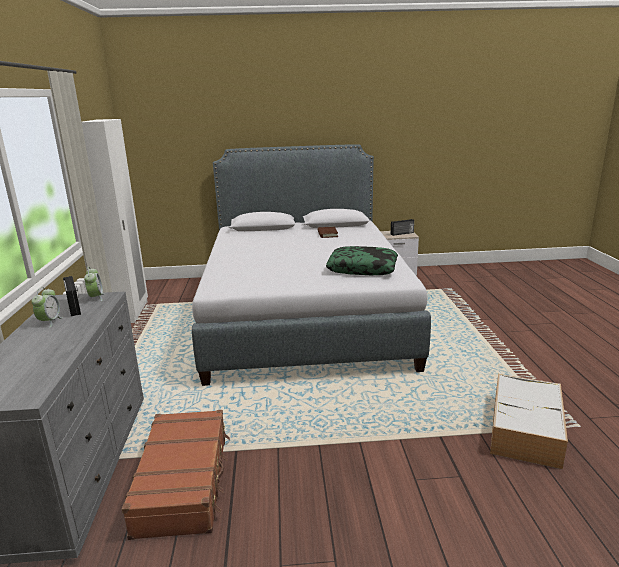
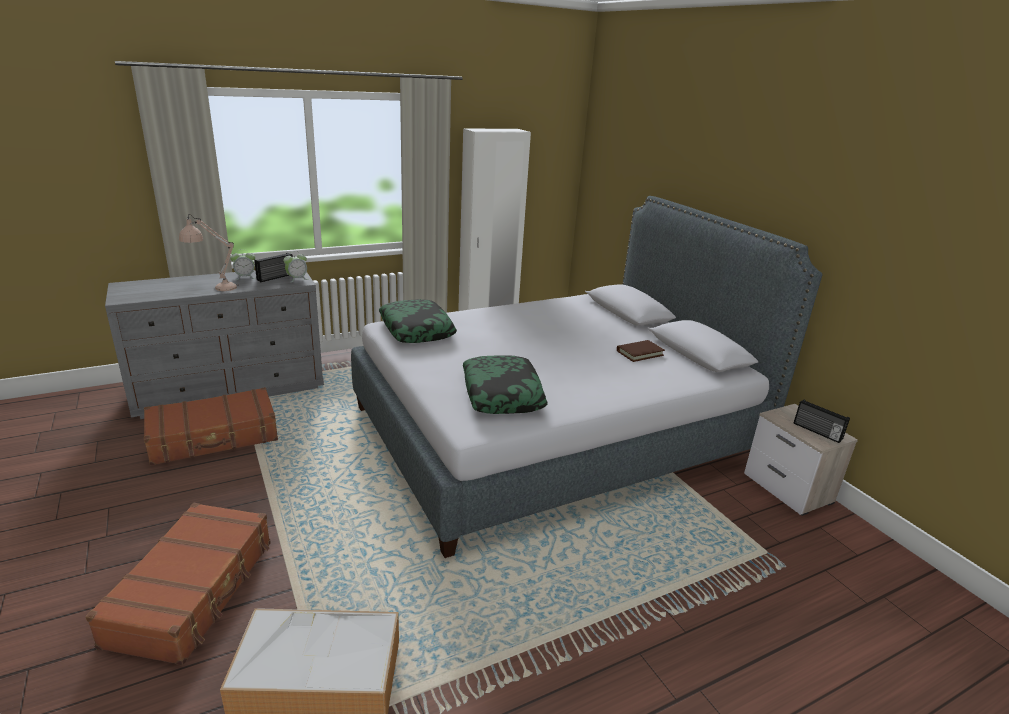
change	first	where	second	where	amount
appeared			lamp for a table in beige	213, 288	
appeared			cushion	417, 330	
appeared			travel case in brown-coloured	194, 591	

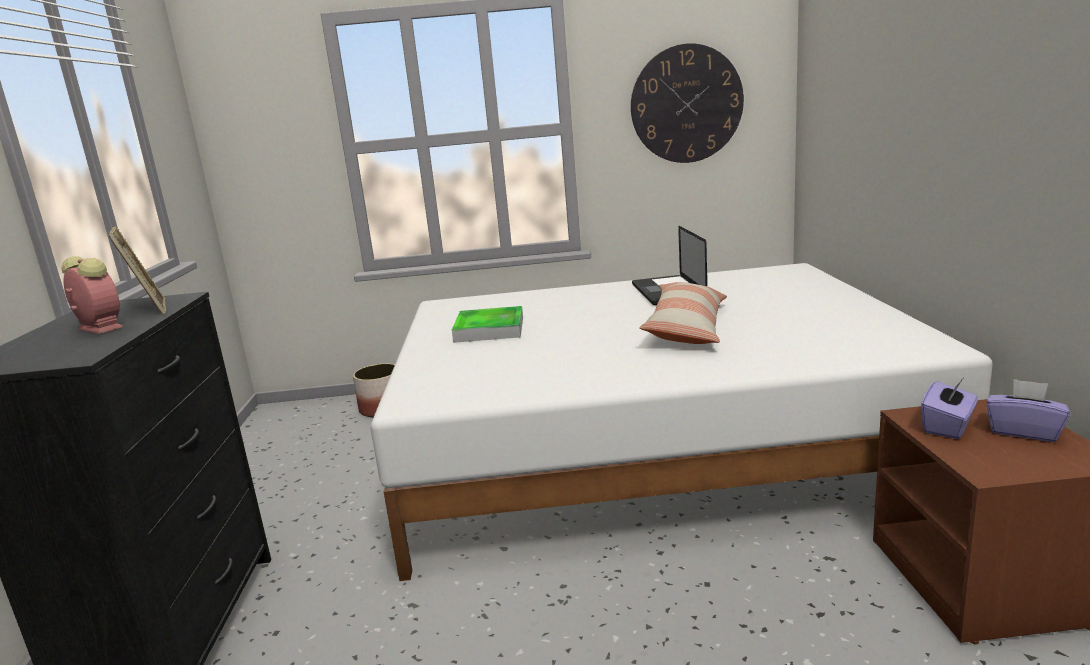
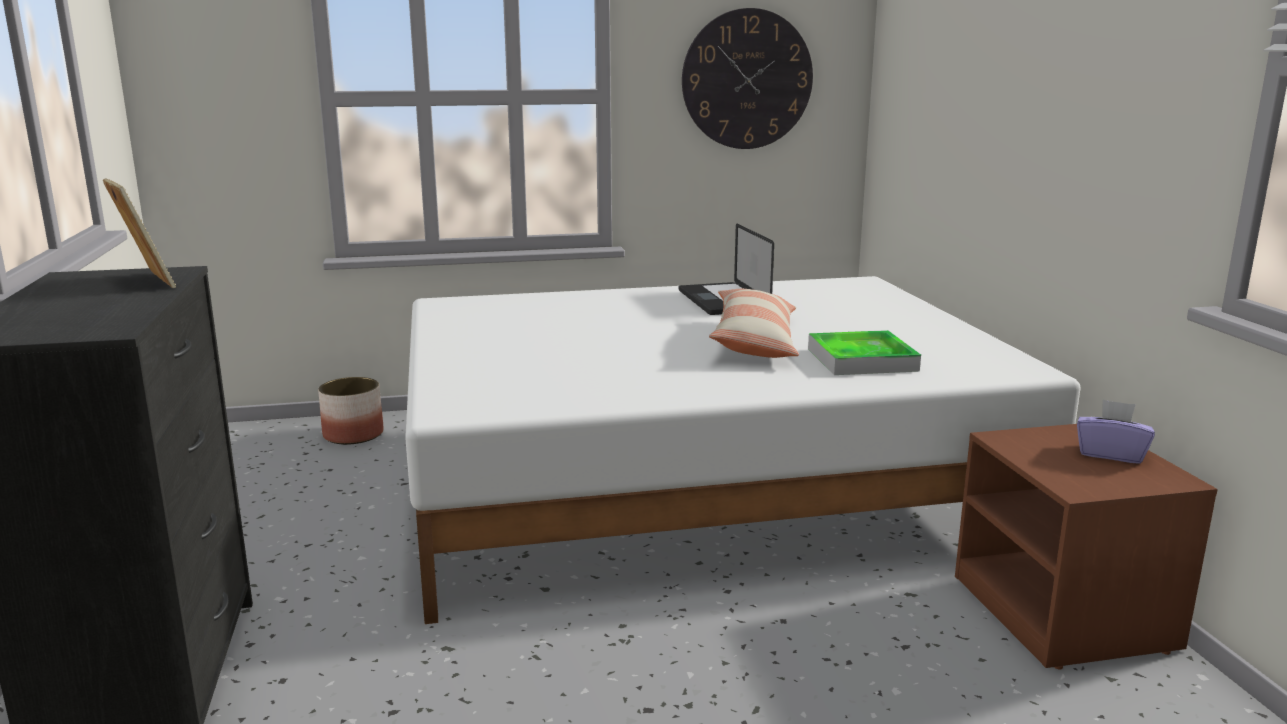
change	first	where	second	where	amount
missing	alarm clock	98, 328			
relocated	serving tray	489, 329		861, 360	
missing	tissue box in purple-coloured	947, 427			

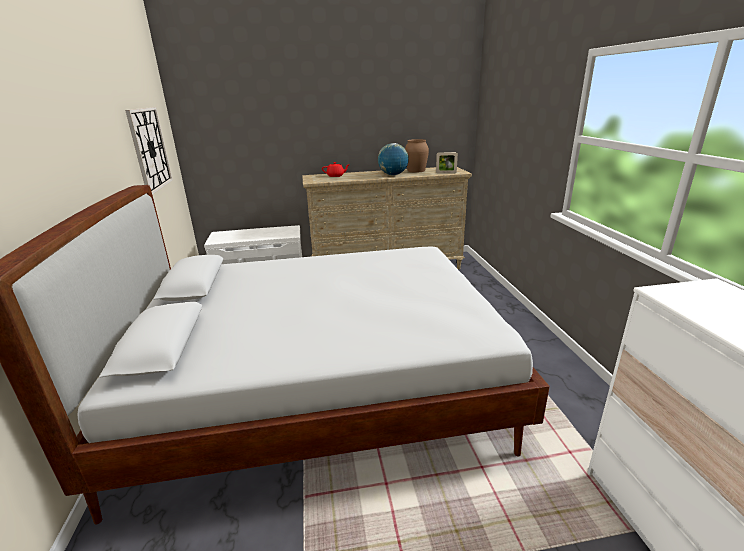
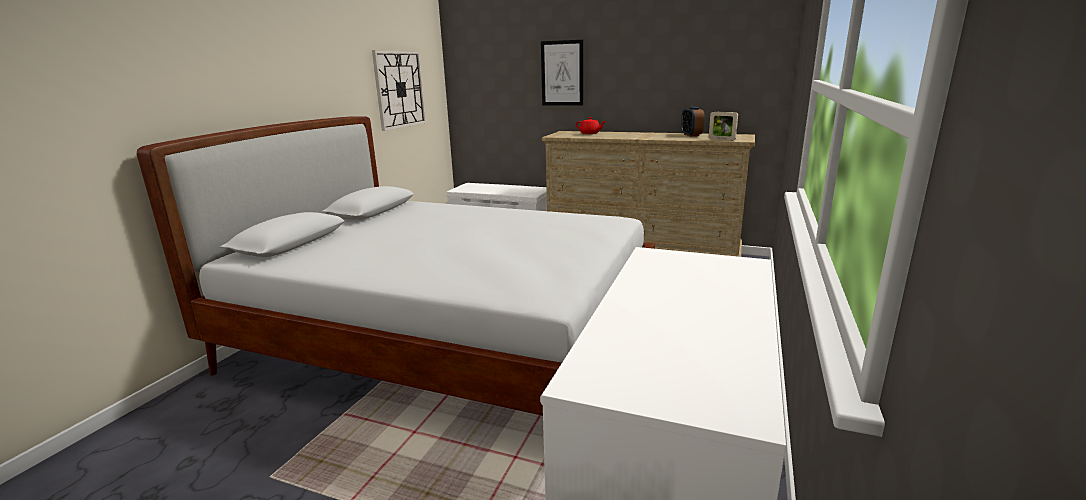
change	first	where	second	where	amount
exchanged	vase in brown-coloured	416, 170	alarm clock	691, 135	
missing	desk globe	393, 175			
appeared			wall art	562, 73	

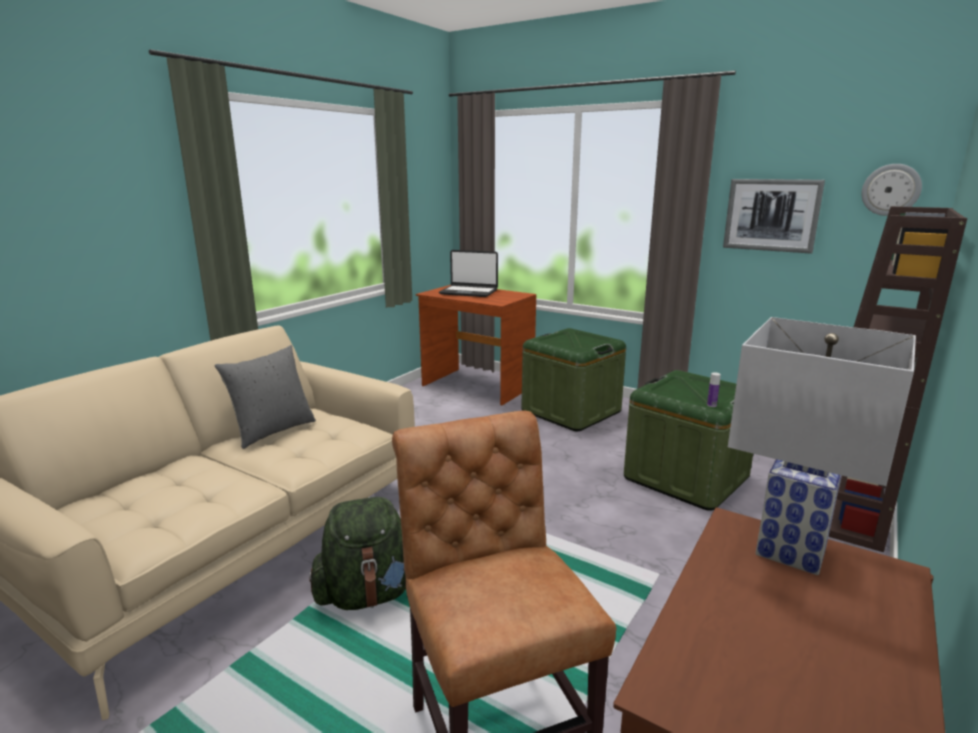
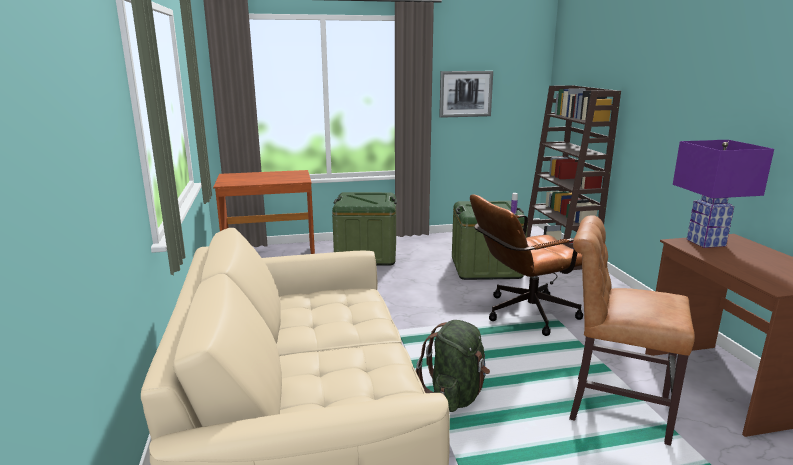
change	first	where	second	where	amount
missing	clock on the wall	891, 190			
missing	notebook computer	469, 292			
colour	lamp for a table in white-coloured	792, 552	lamp for a table in purple-coloured	707, 243	
missing	cushion in grey	272, 431			
appeared			computer chair in brown-coloured	523, 314	

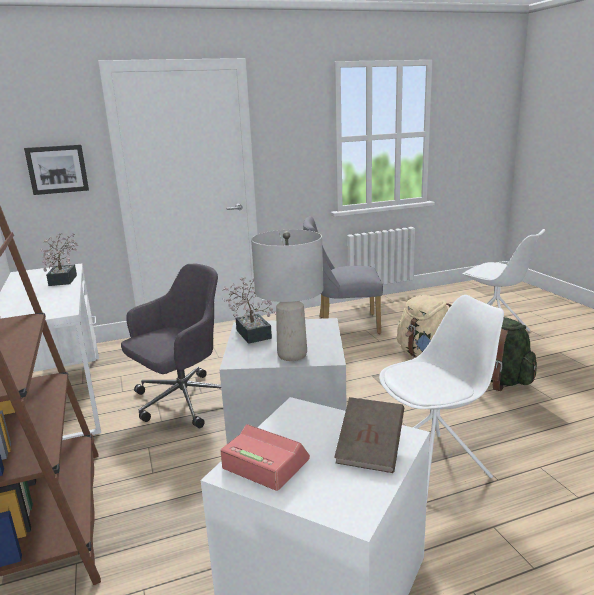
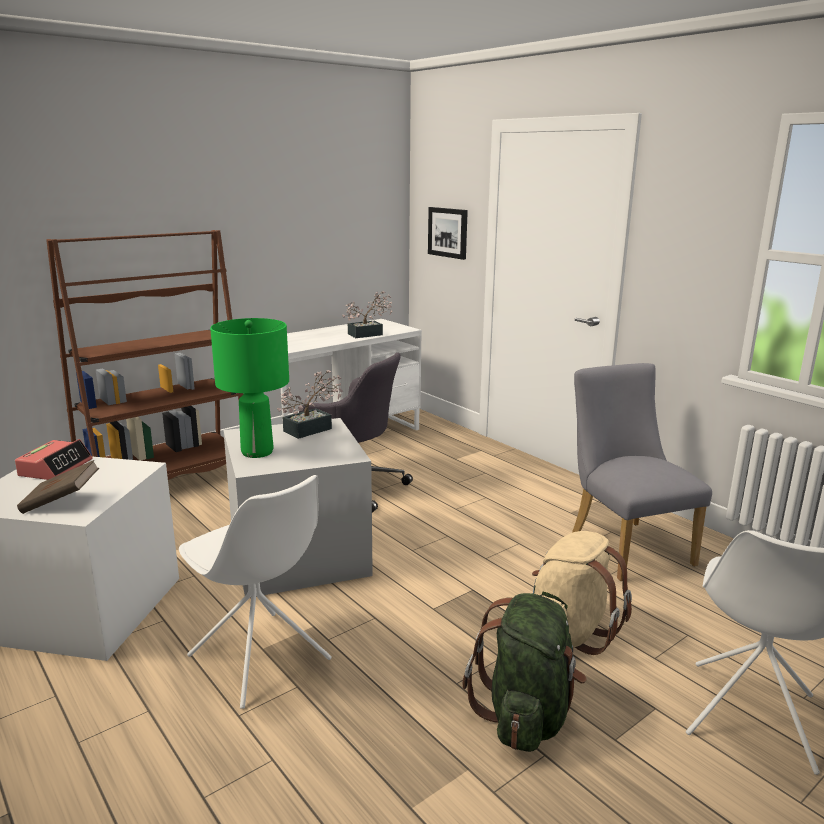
change	first	where	second	where	amount
colour	lamp for a table in grey	291, 355	lamp for a table in greenish	257, 452	

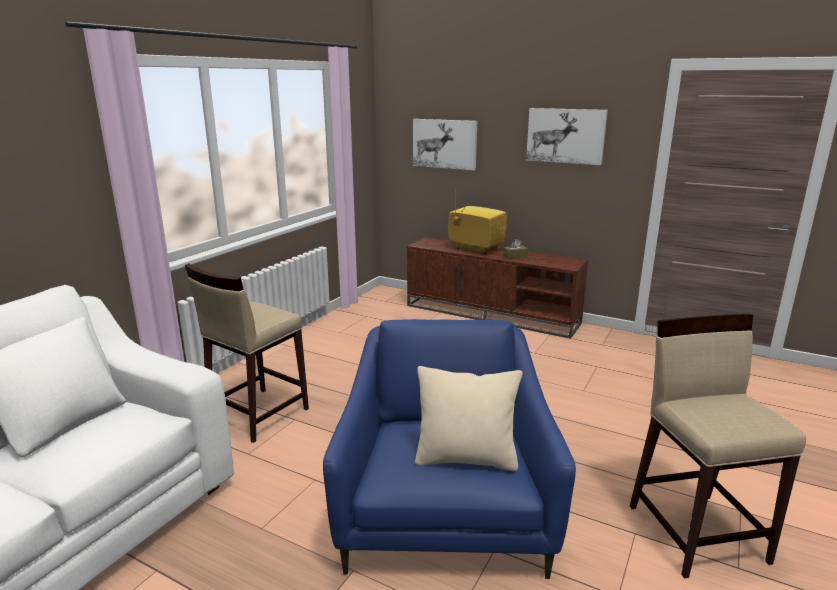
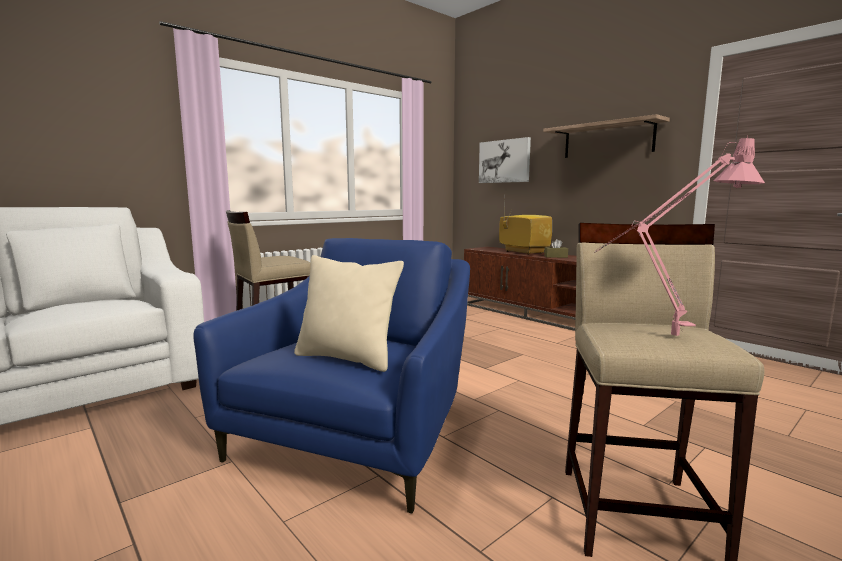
change	first	where	second	where	amount
exchanged	wall art	566, 136	bracket shelf	607, 140	
appeared			lamp for a table in pink-coloured	664, 338	

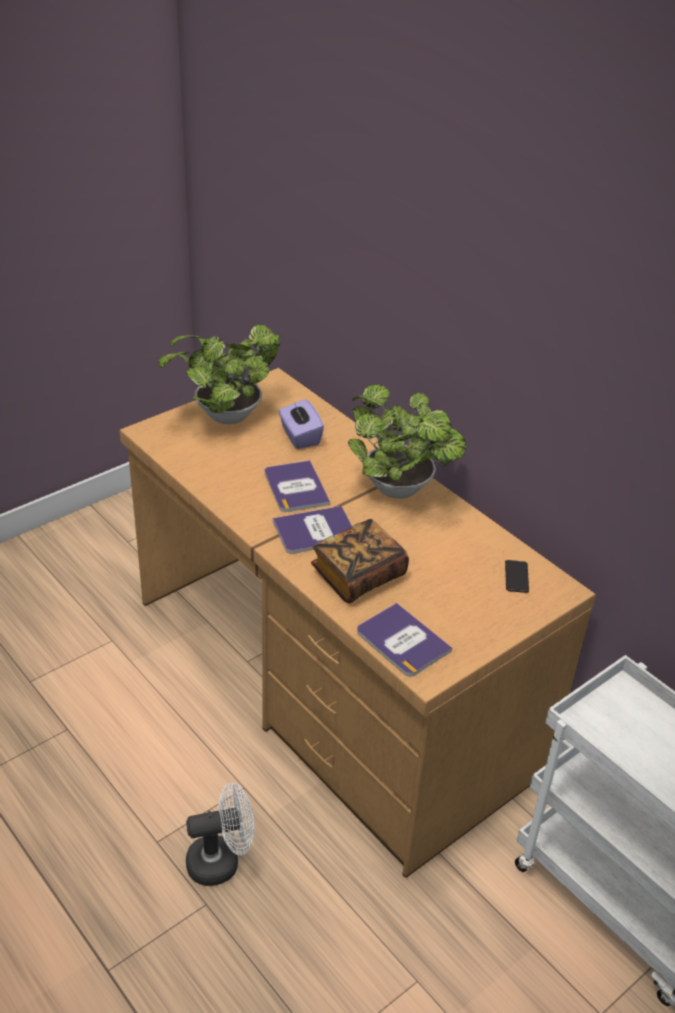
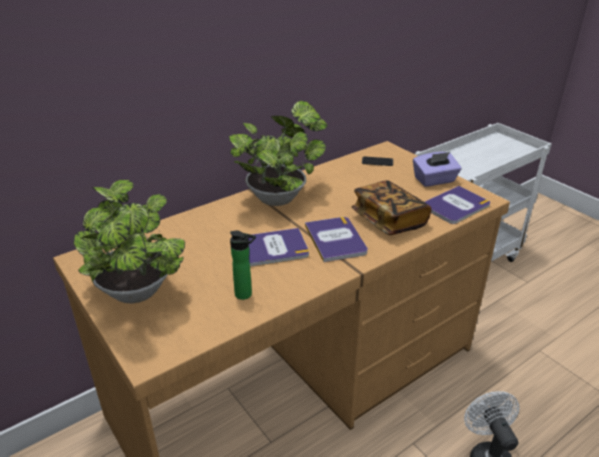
change	first	where	second	where	amount
relocated	tissue box in purple-coloured	300, 436		434, 180	
appeared			drink bottle	245, 295	

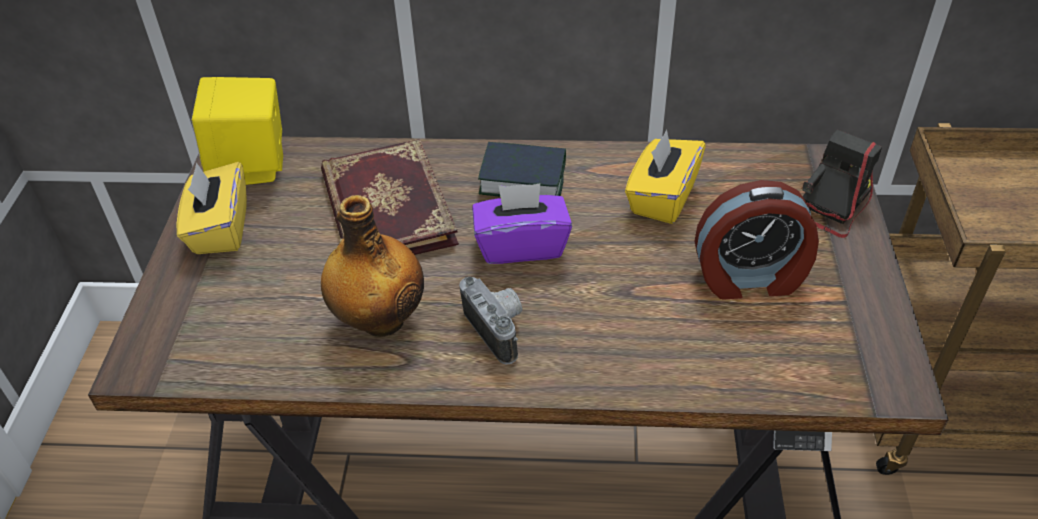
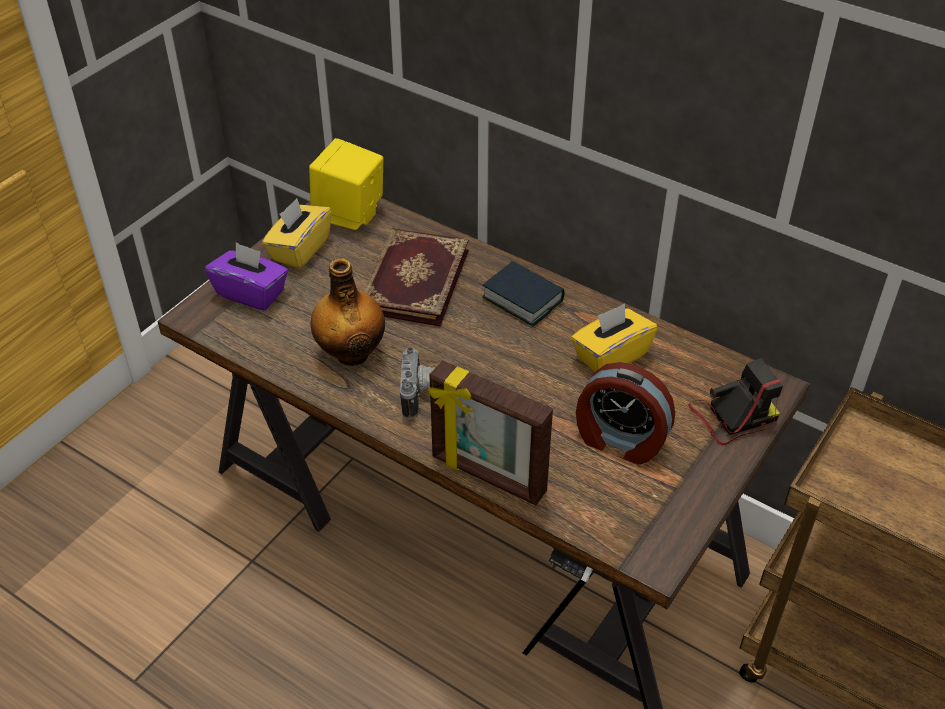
change	first	where	second	where	amount
relocated	tissue box in purple-coloured	521, 245		251, 293	
appeared			photo frame	487, 476	

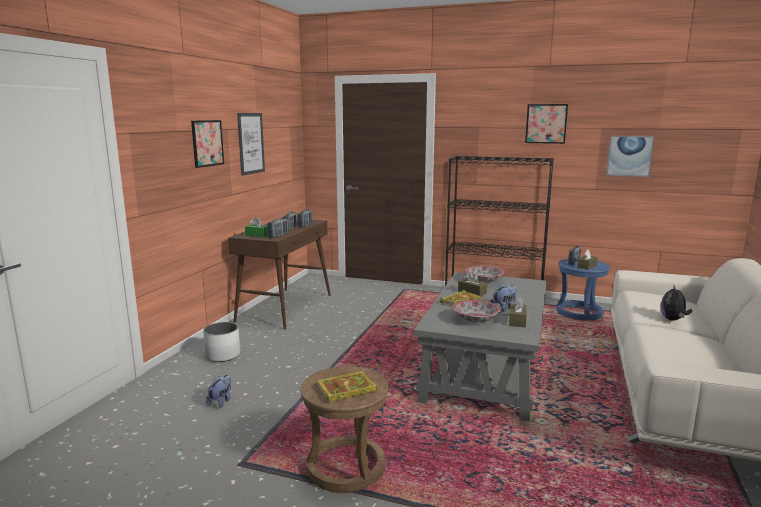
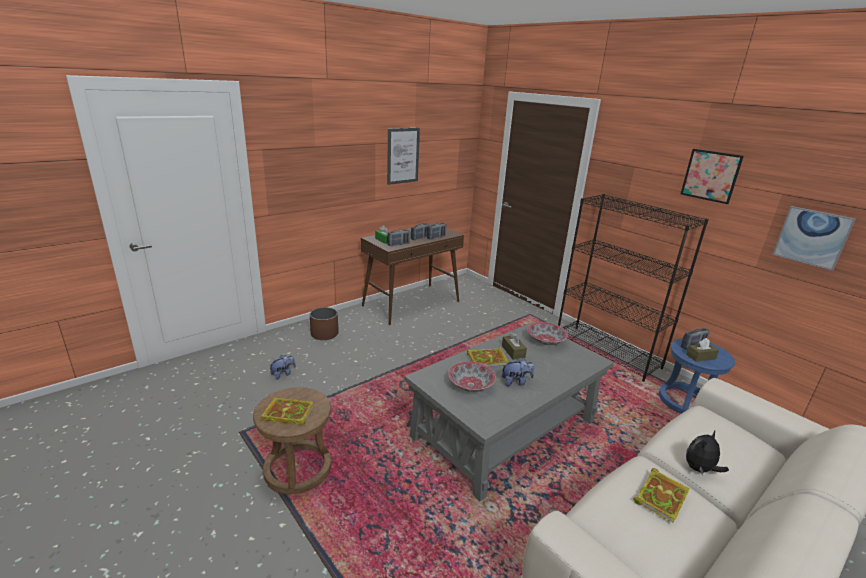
change	first	where	second	where	amount
missing	wall art	207, 143			
missing	tissue box in brown-coloured	517, 321			
colour	planter in white-coloured	223, 355	planter in brown-coloured	324, 334	
appeared			volume	661, 496	

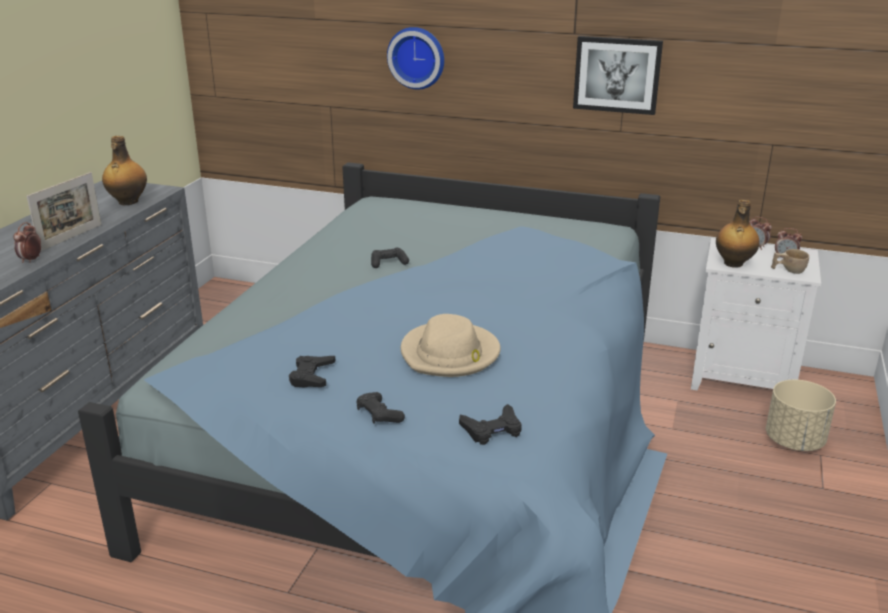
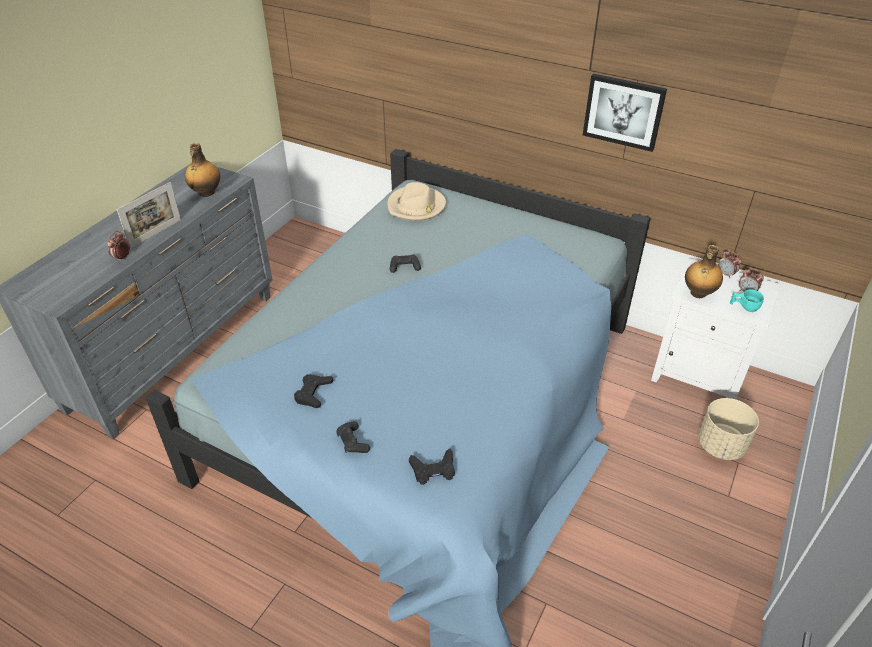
change	first	where	second	where	amount
missing	clock on the wall	417, 57			
colour	cup in beige	788, 270	cup in turquoise-coloured	744, 307	
relocated	wearable hat in beige	450, 354		416, 206	

